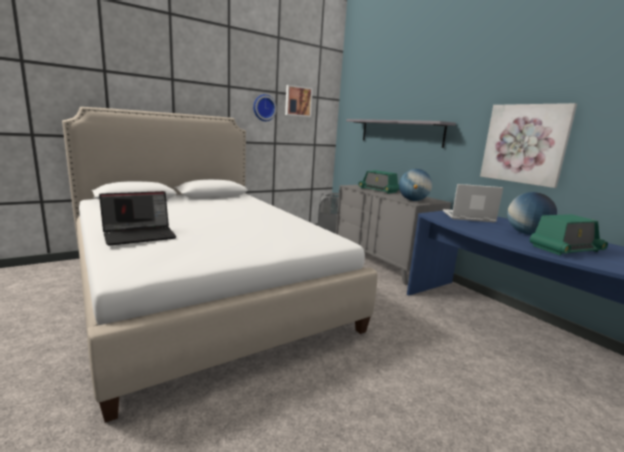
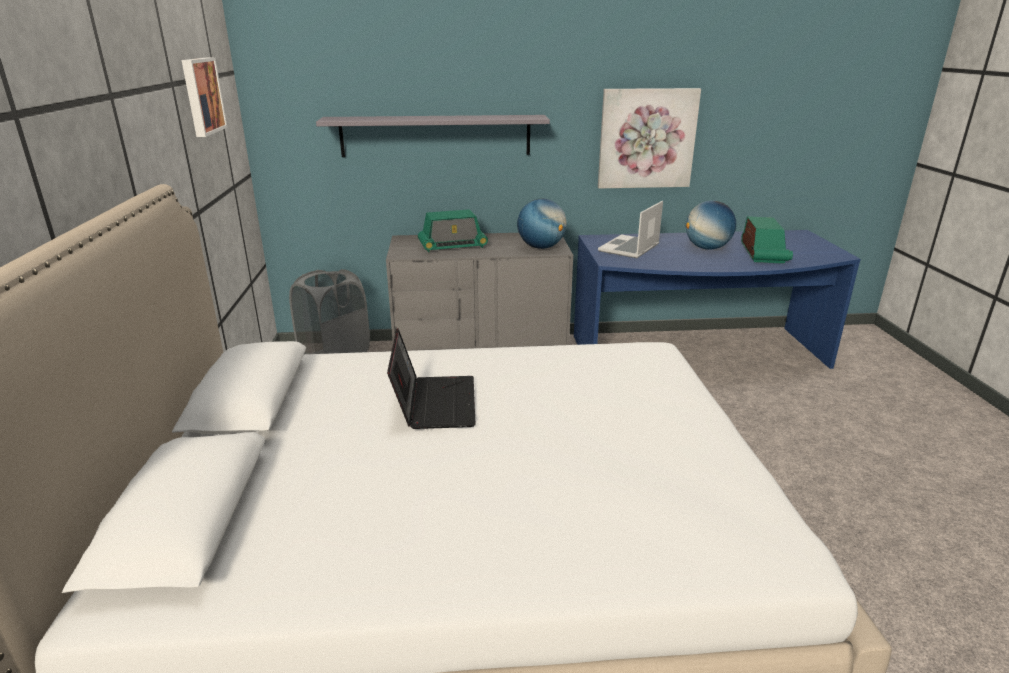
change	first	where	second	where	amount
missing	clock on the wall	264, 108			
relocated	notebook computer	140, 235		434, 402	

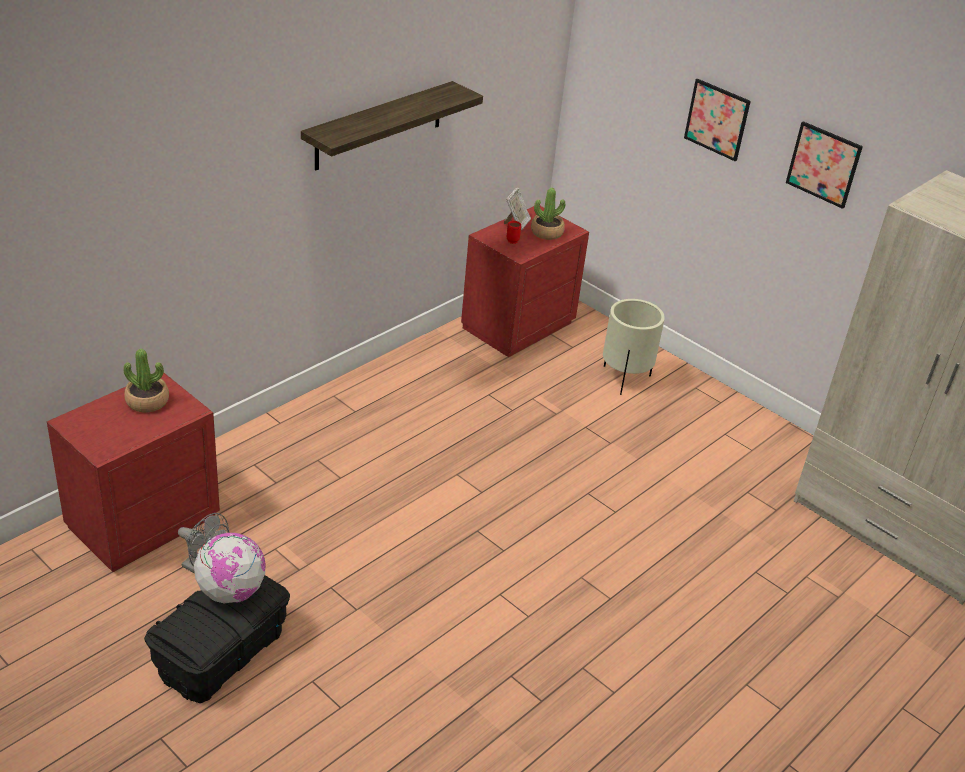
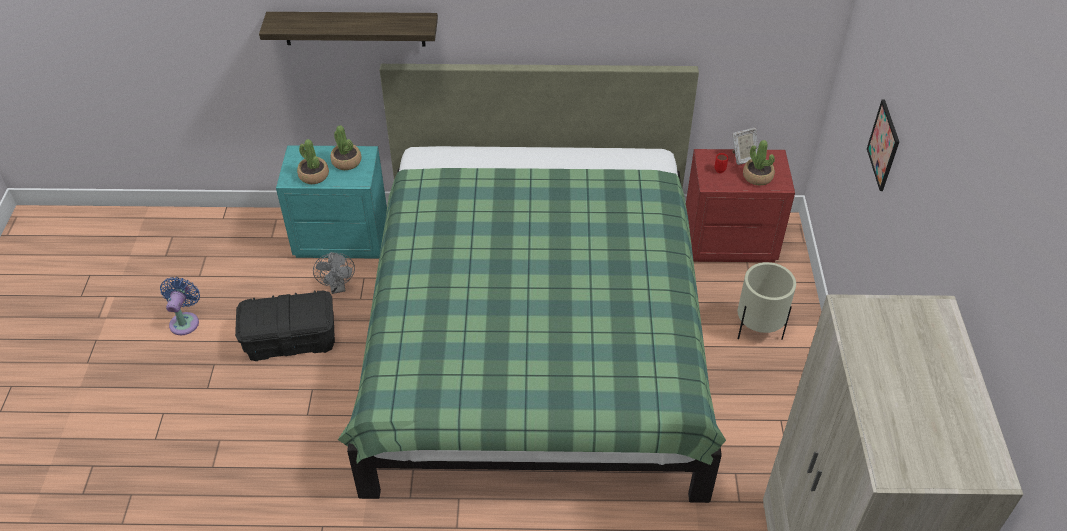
change	first	where	second	where	amount
relocated	bracket shelf	379, 126		354, 28	
missing	wall art	823, 164			
colour	nightstand in reddish	142, 521	nightstand in turquoise-coloured	342, 237	
missing	desk globe	231, 592			
appeared			sleeping bed in greenish	534, 342	
appeared			potted plant	313, 175	
appeared			cooling fan in blue-coloured	185, 321	

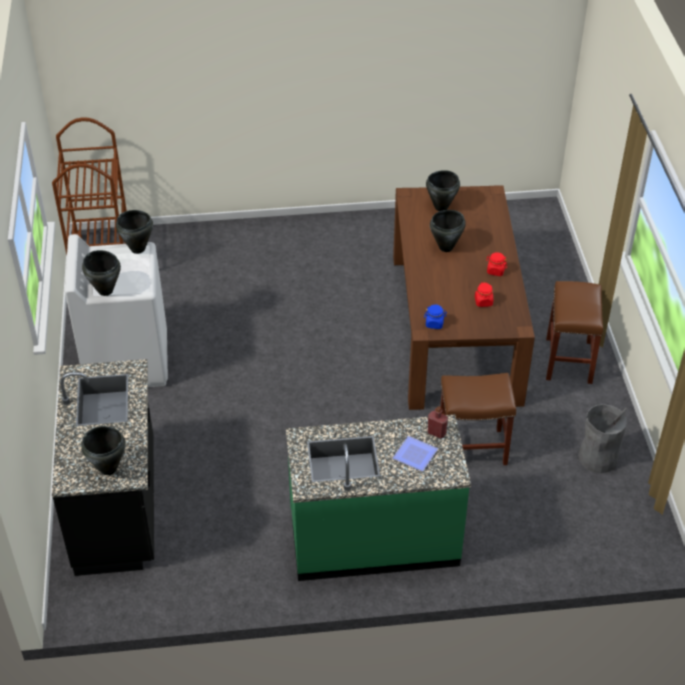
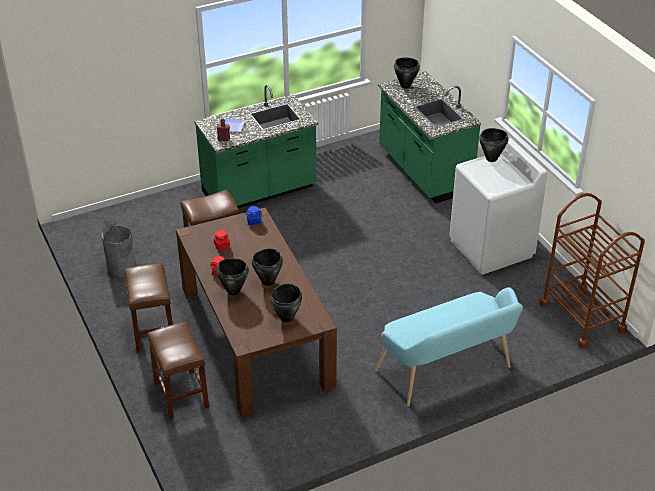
change	first	where	second	where	amount
relocated	stockpot in black-coloured	138, 249		233, 291	
colour	kitchen base unit in black-coloured	118, 507	kitchen base unit in greenish	423, 171	
appeared			indoor bench in turquoise-coloured	447, 372	
appeared			stool in brown-coloured	180, 394	

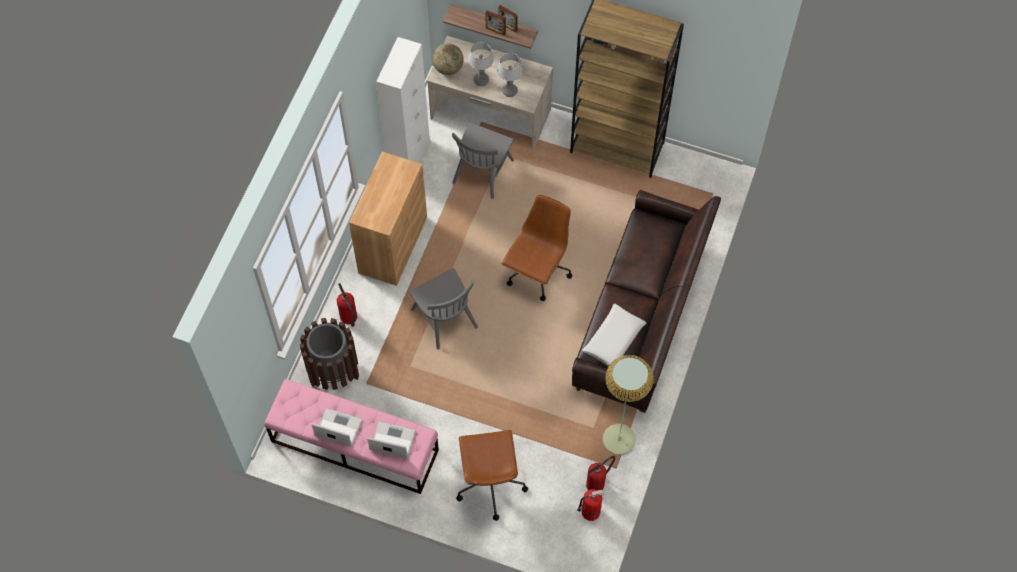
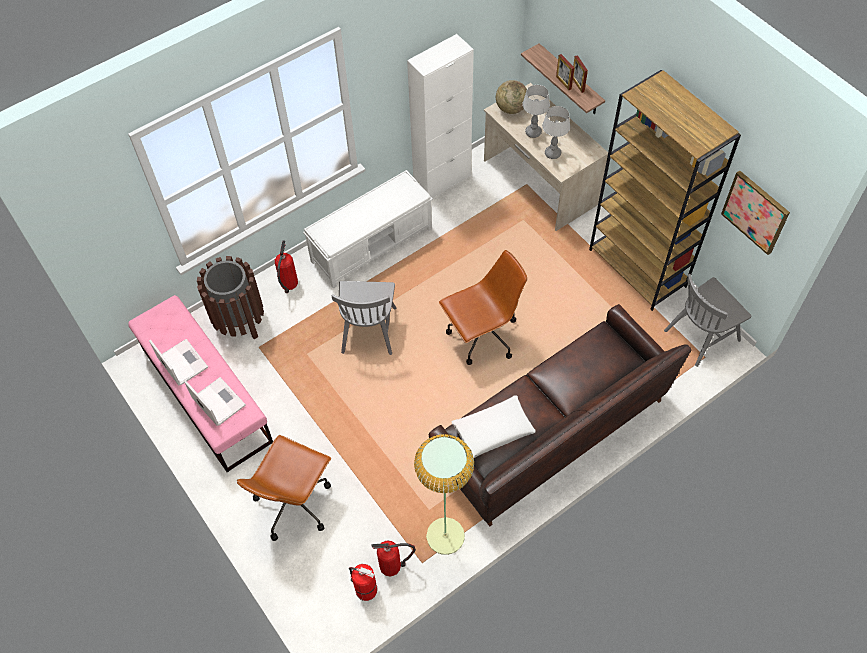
change	first	where	second	where	amount
relocated	upright chair in grey	482, 171		702, 335	
exchanged	cupboard in brown-coloured	393, 245	indoor bench in white-coloured	372, 244	
appeared			wall art	755, 212	

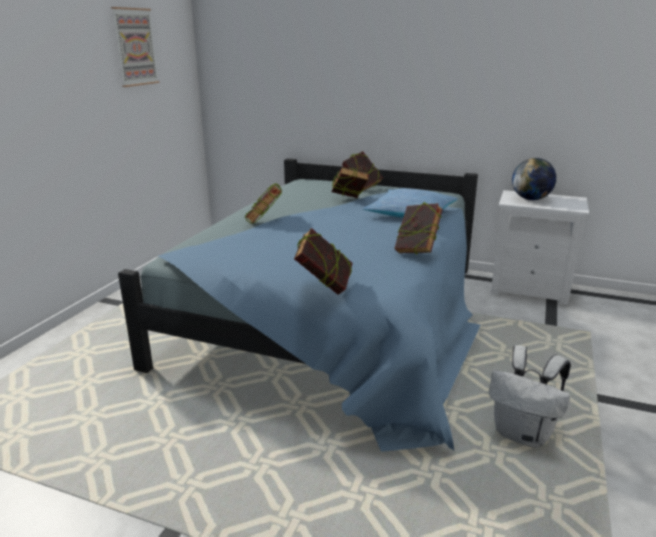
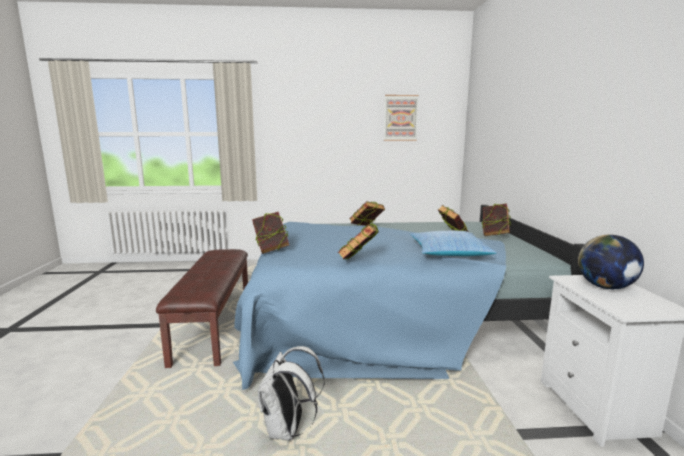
change	first	where	second	where	amount
appeared			indoor bench in brown-coloured	215, 325	

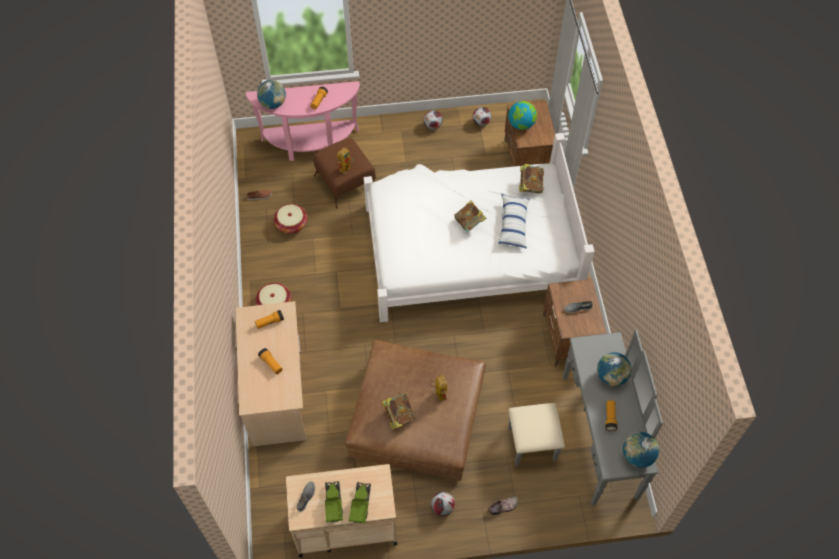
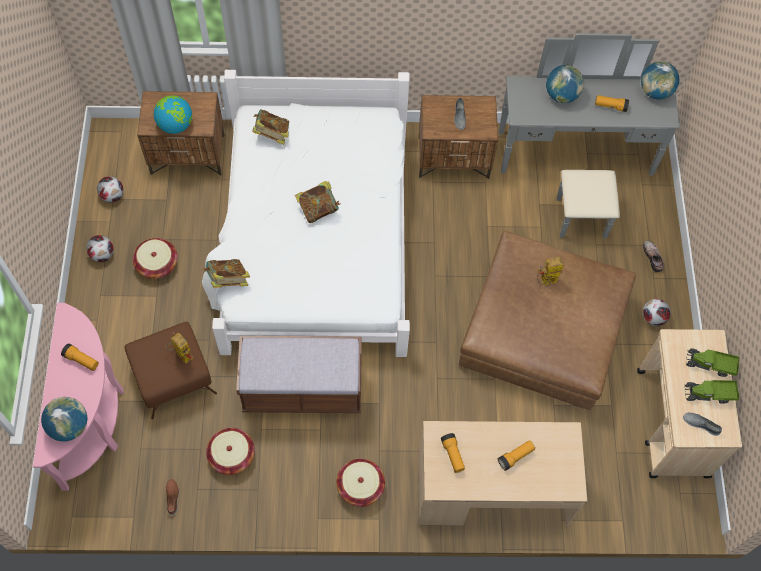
change	first	where	second	where	amount
missing	cushion	513, 225			
relocated	volume	399, 415		228, 280	
appeared			storage basket	157, 264	
appeared			indoor bench in brown-coloured	302, 389	

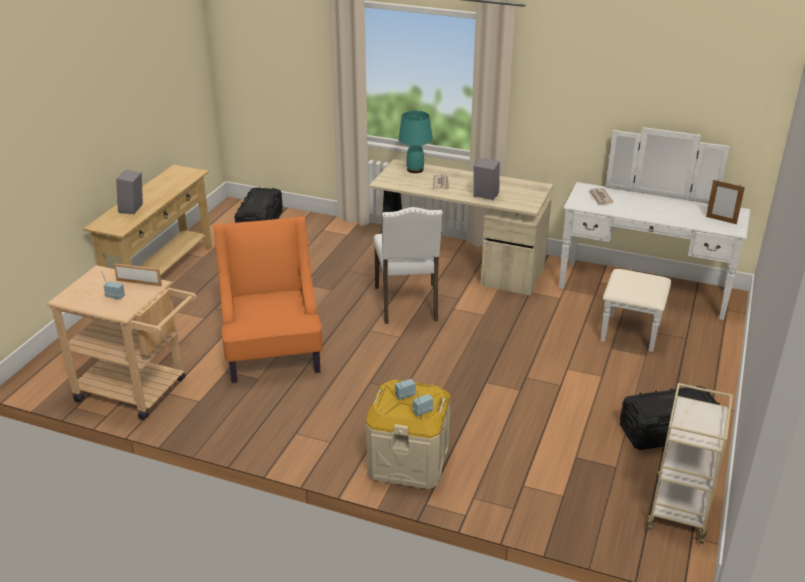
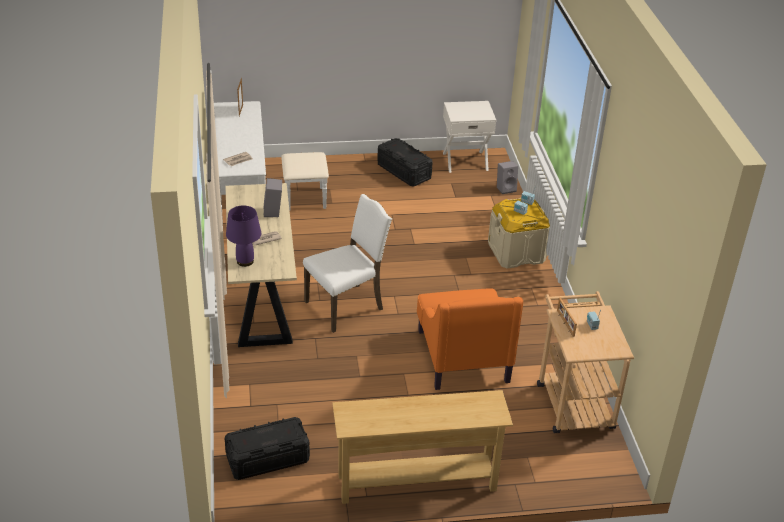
change	first	where	second	where	amount
colour	lamp for a table in turquoise-coloured	415, 170	lamp for a table in purple-coloured	245, 261	
relocated	loudspeaker in grey	133, 209		506, 188	
spun	lounge chair in orange	272, 348		463, 355	60 degrees counterclockwise
exchanged	trolley in beige	679, 509	nightstand in white-coloured	465, 161	

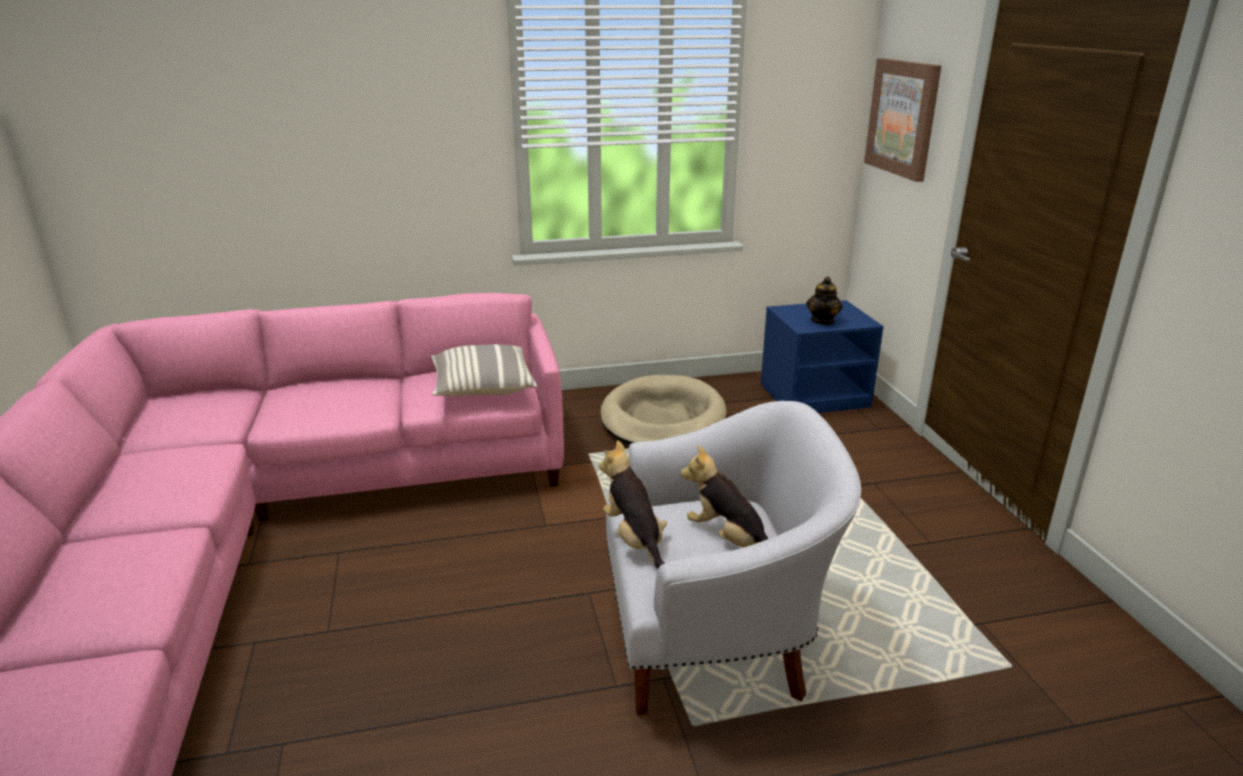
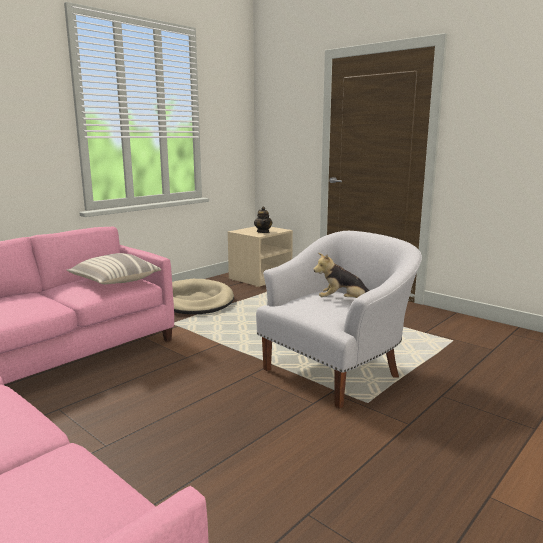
change	first	where	second	where	amount
missing	wall art	903, 118			
colour	nightstand in blue-coloured	814, 396	nightstand in beige	260, 278	
missing	soft toy	635, 540			

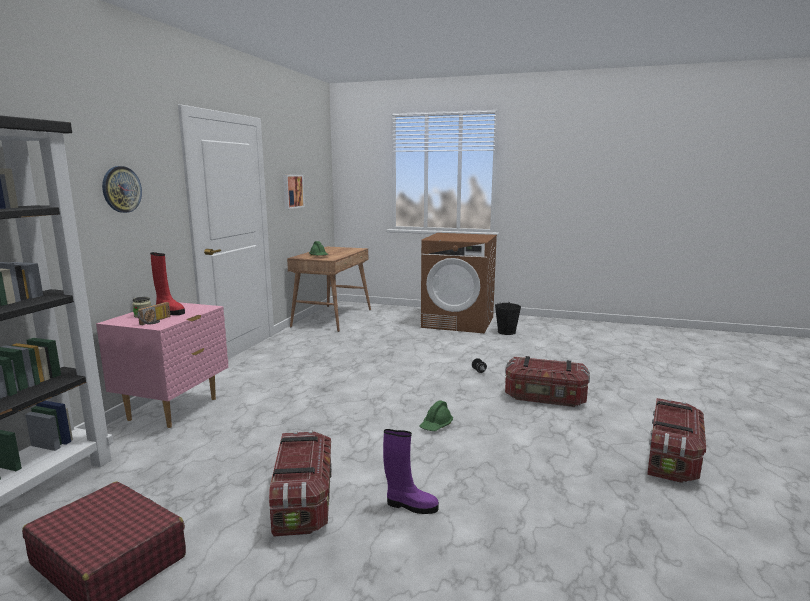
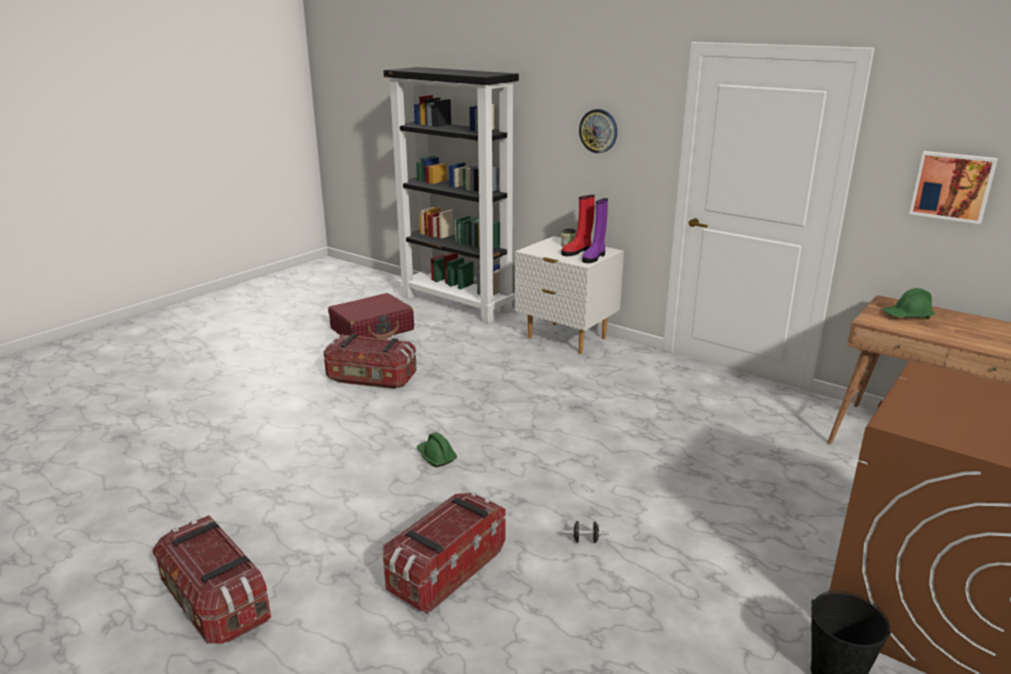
change	first	where	second	where	amount
colour	nightstand in pink-coloured	174, 409	nightstand in white-coloured	566, 338	
missing	radio set	156, 321			
relocated	tall boot in purple-coloured	410, 505		594, 257	

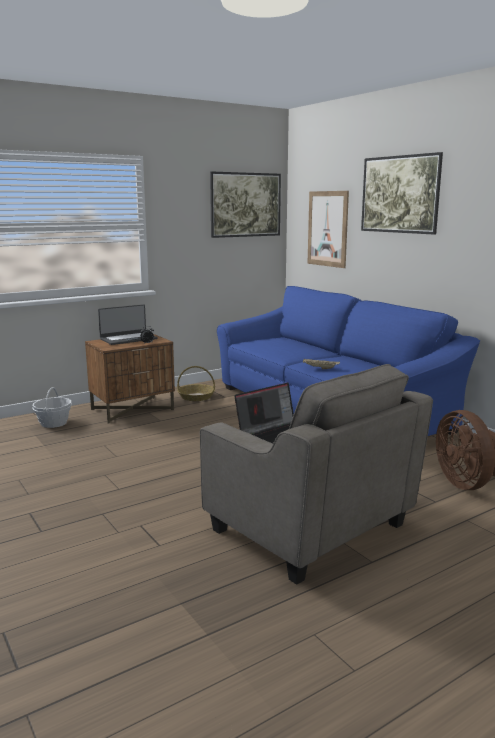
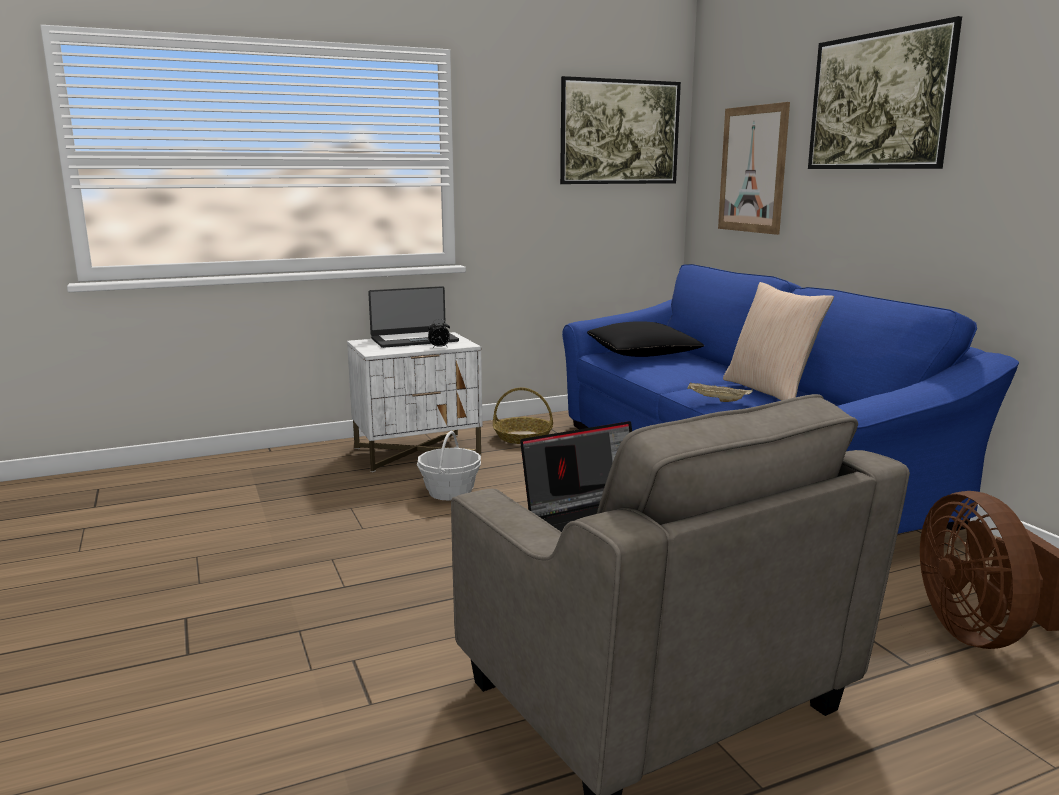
change	first	where	second	where	amount
colour	nightstand in brown-coloured	133, 409	nightstand in white-coloured	418, 452	
relocated	storage basket	53, 423		450, 492	
appeared			cushion in beige	770, 390	
appeared			cushion in black-coloured	642, 354	

